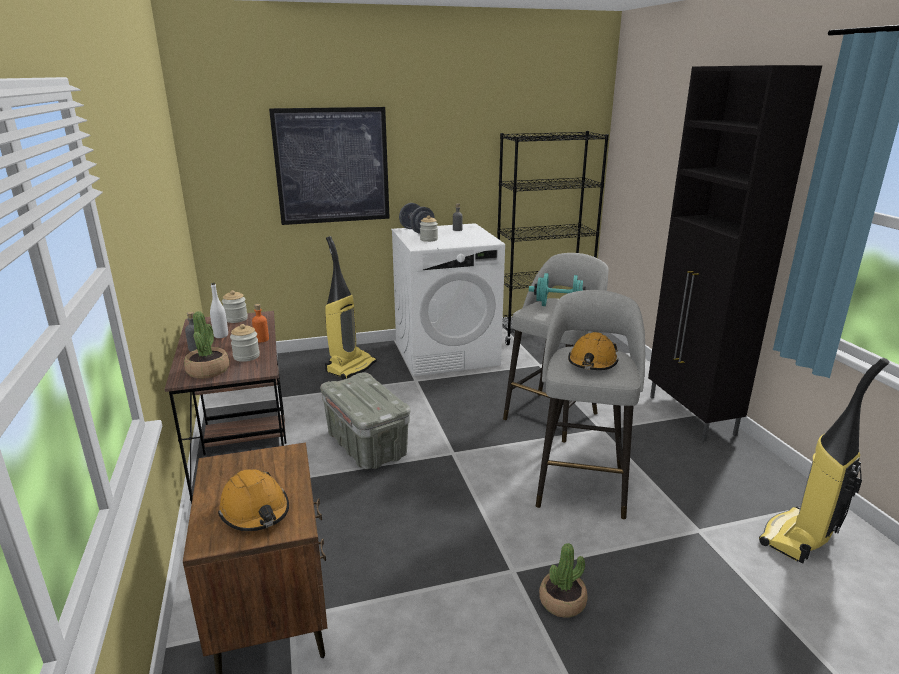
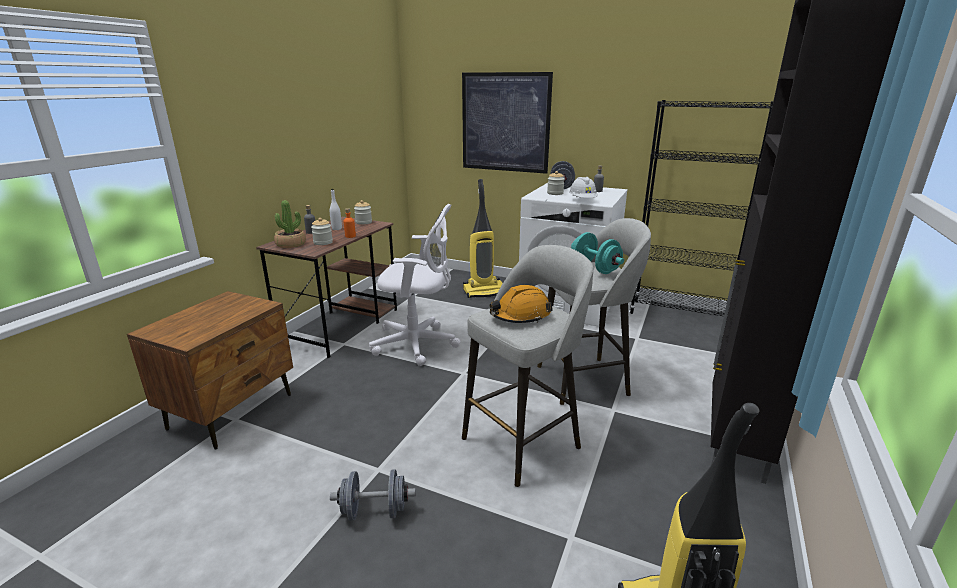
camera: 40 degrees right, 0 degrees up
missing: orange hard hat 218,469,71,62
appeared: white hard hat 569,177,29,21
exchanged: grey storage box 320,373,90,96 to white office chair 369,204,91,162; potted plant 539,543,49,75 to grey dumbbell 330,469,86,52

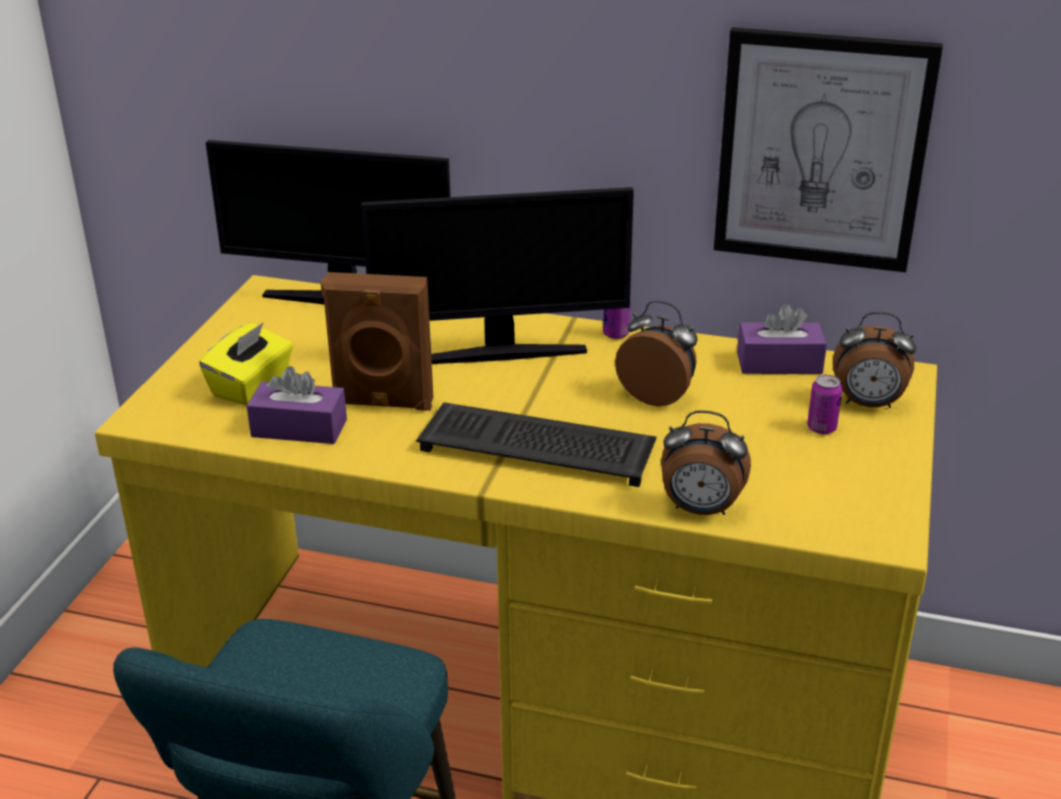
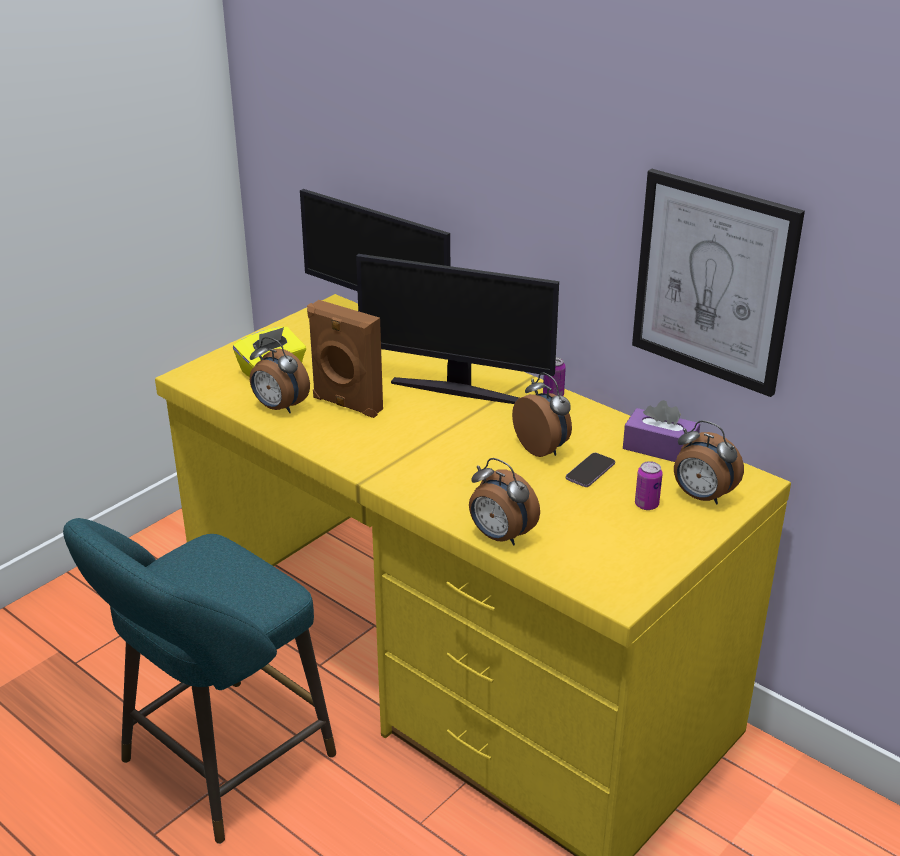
camera: 25 degrees right, 0 degrees up
missing: keyboard 416,402,241,85
appeared: phone 566,453,49,34
exchanged: purple tissue box 246,366,101,78 to alarm clock 250,337,60,76

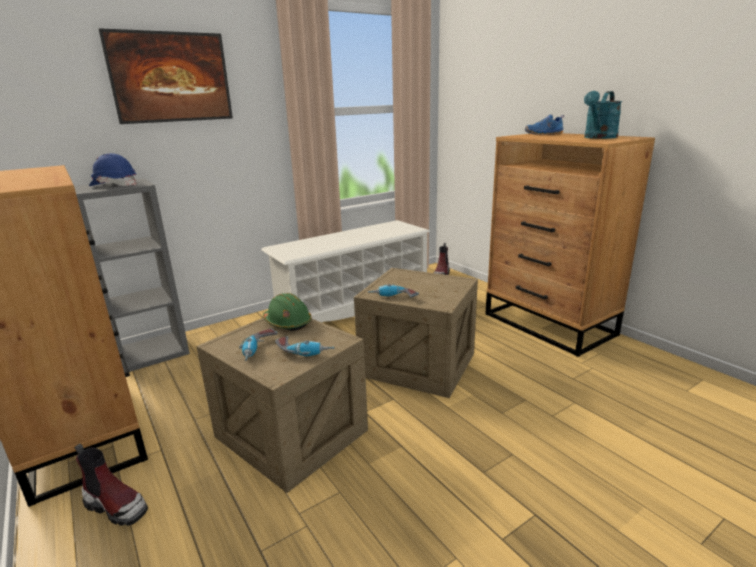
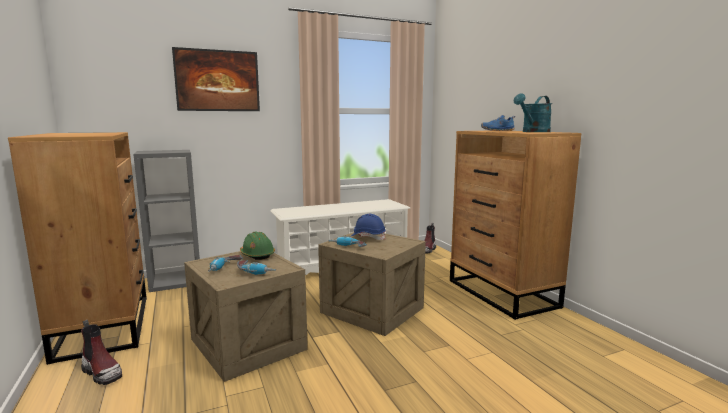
camera: 10 degrees right, 10 degrees down
relocated: blue hard hat 89,153,47,33 to 350,214,36,26

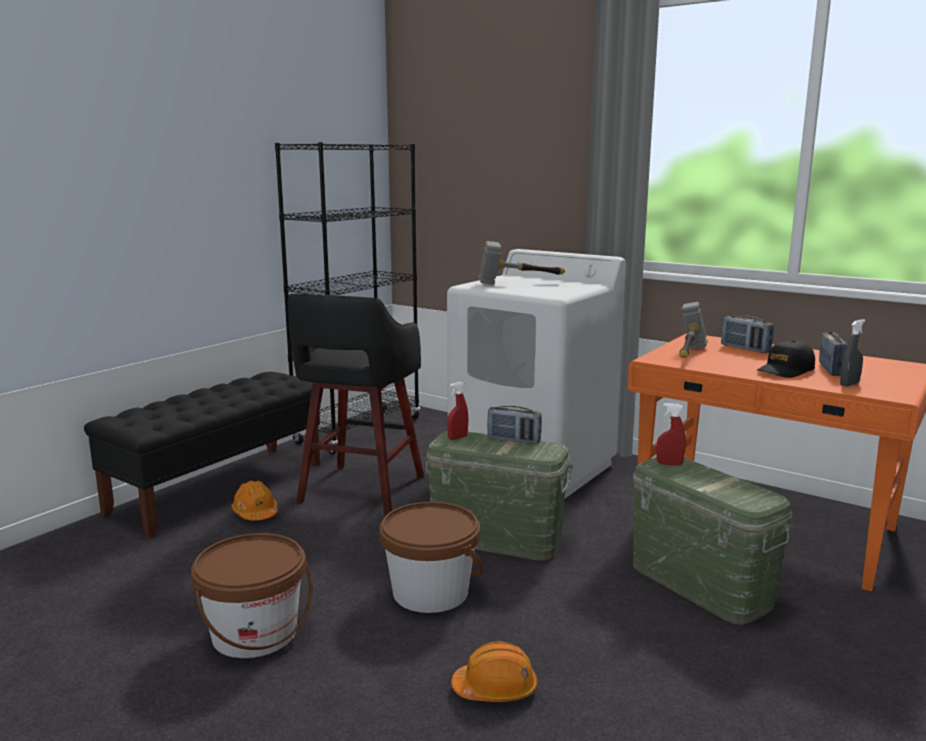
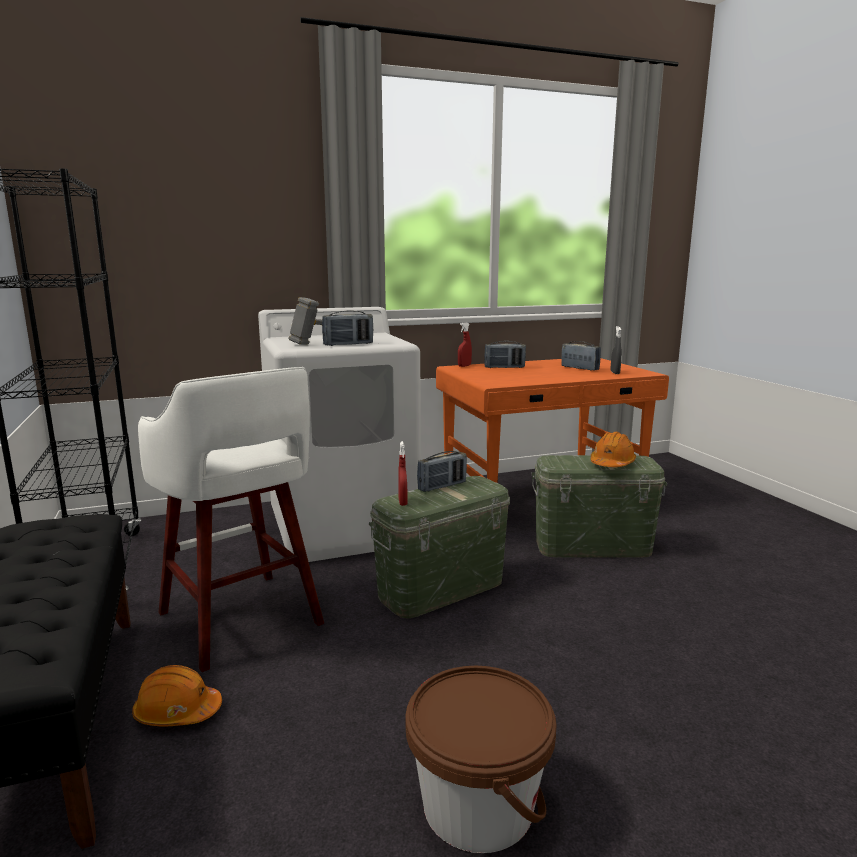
camera: 55 degrees left, 0 degrees up
missing: brown bucket 379,502,105,111; hammer 679,302,29,56; black cap 757,340,58,38
appeared: radio 322,310,51,36
relocated: orange hard hat 451,641,87,61 to 590,432,46,35; red spray bottle 656,403,30,62 to 458,322,14,45
colour: black stool 288,294,136,221 to white stool 138,367,186,305

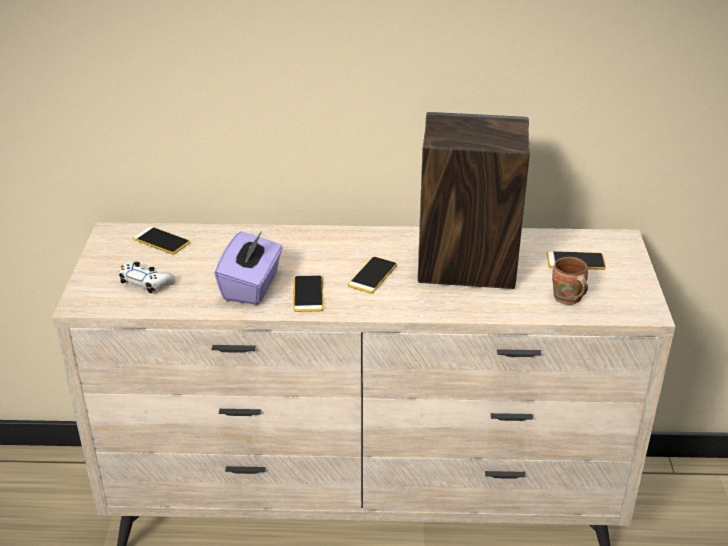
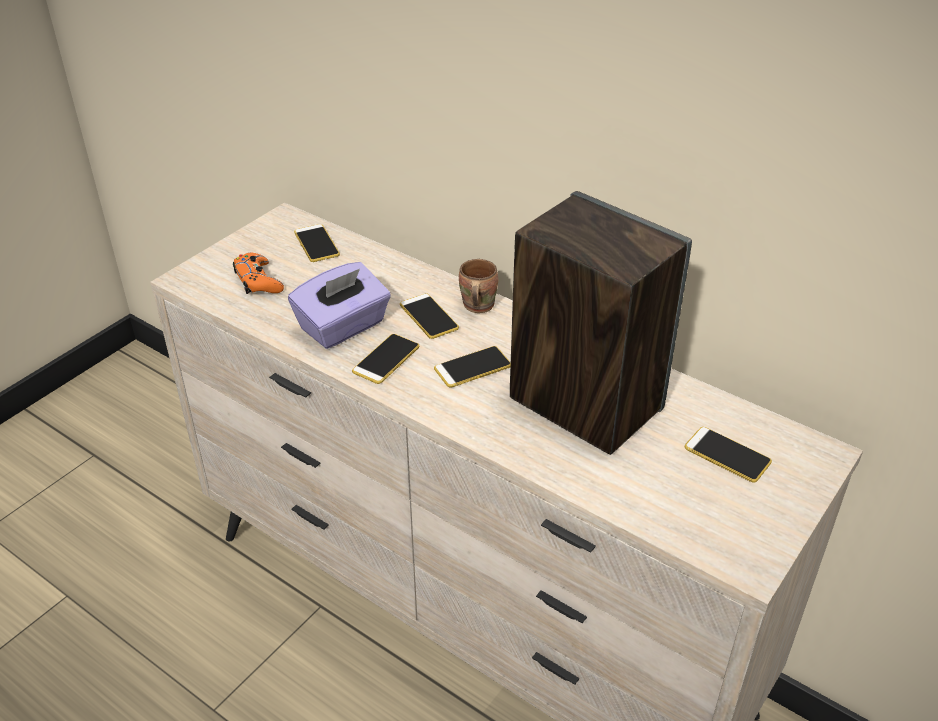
camera: 35 degrees right, 5 degrees up
appeared: phone 400,293,59,46
relocated: brown mug 552,257,36,48 to 459,259,39,54
colour: white game controller 119,261,57,32 to orange game controller 233,253,51,41

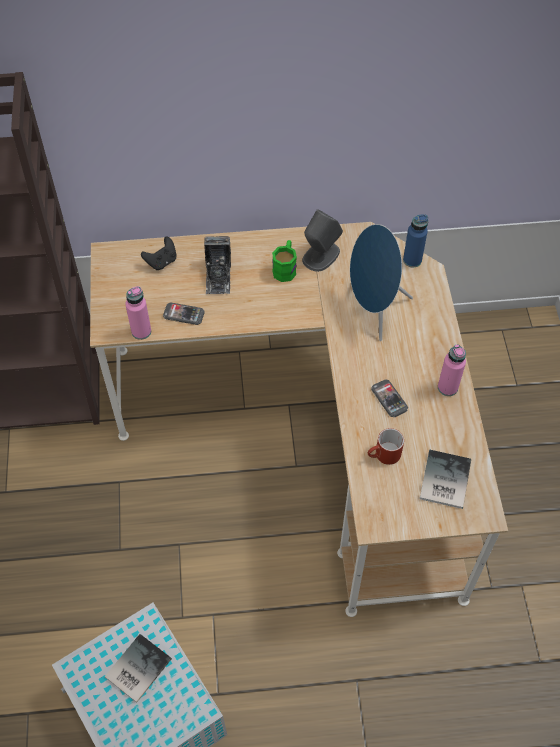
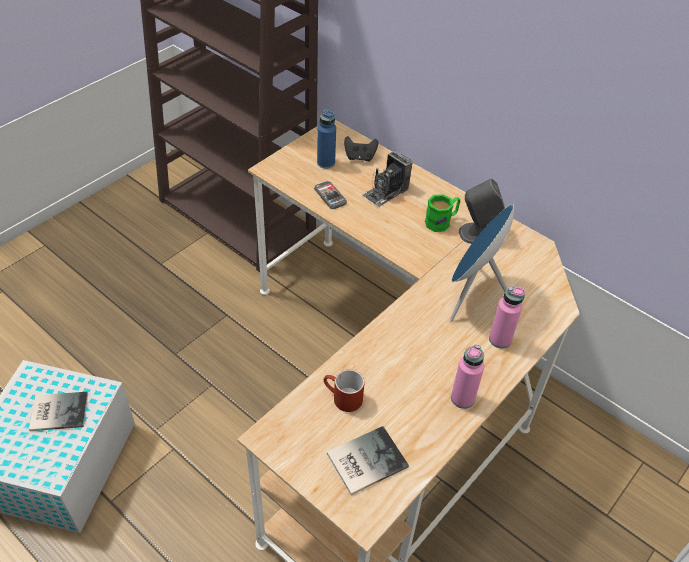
camera: 45 degrees right, 10 degrees down
missing: phone 371,379,37,38
relocated: pink bottle 125,286,26,54 to 489,286,36,63; blue bottle 403,214,25,53 to 317,110,19,59

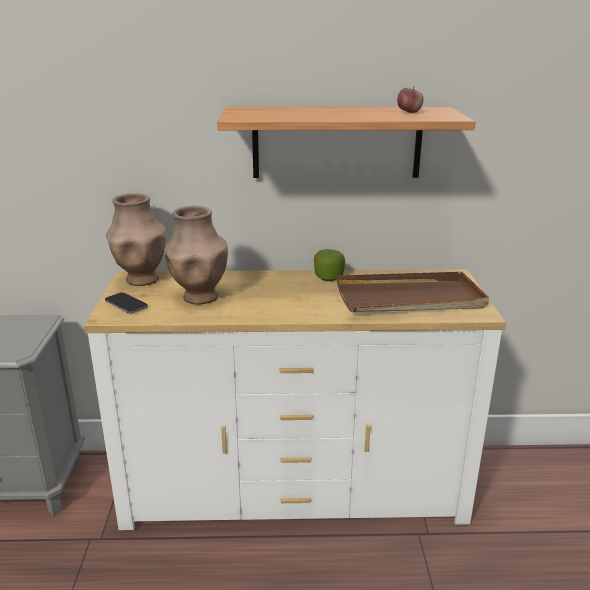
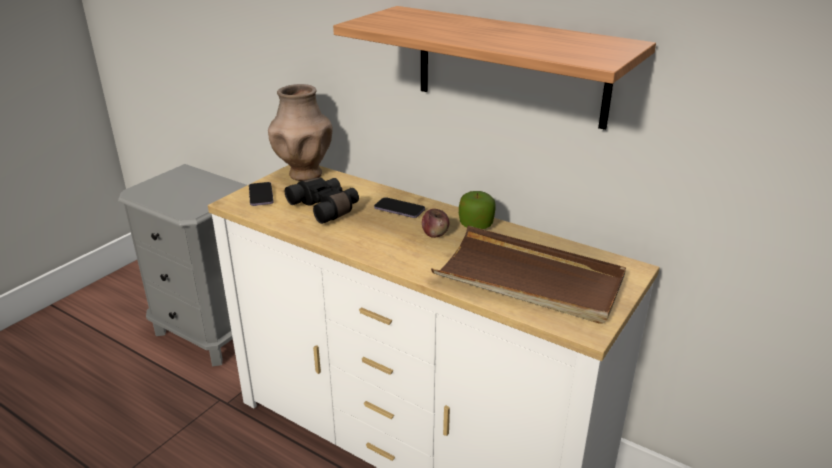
camera: 35 degrees right, 5 degrees up
appeared: phone 374,197,51,21
relocated: apple 397,86,27,27 to 422,209,27,29
exchanged: brown vase 164,206,64,99 to black binoculars 285,177,74,47

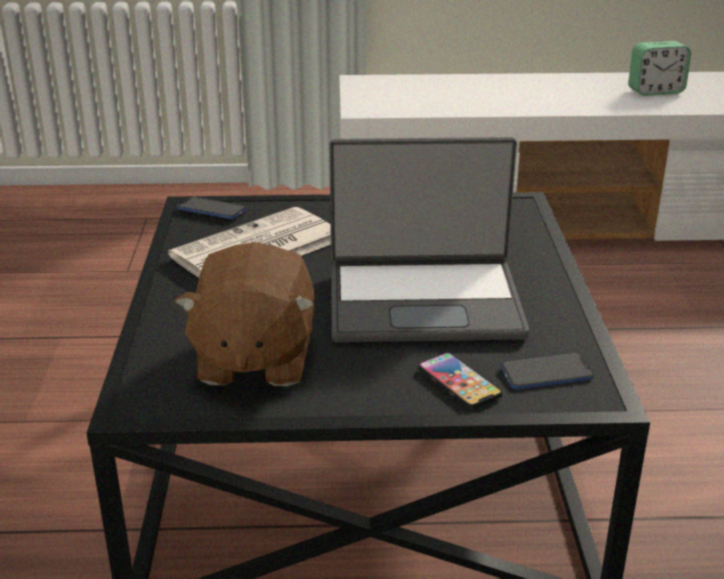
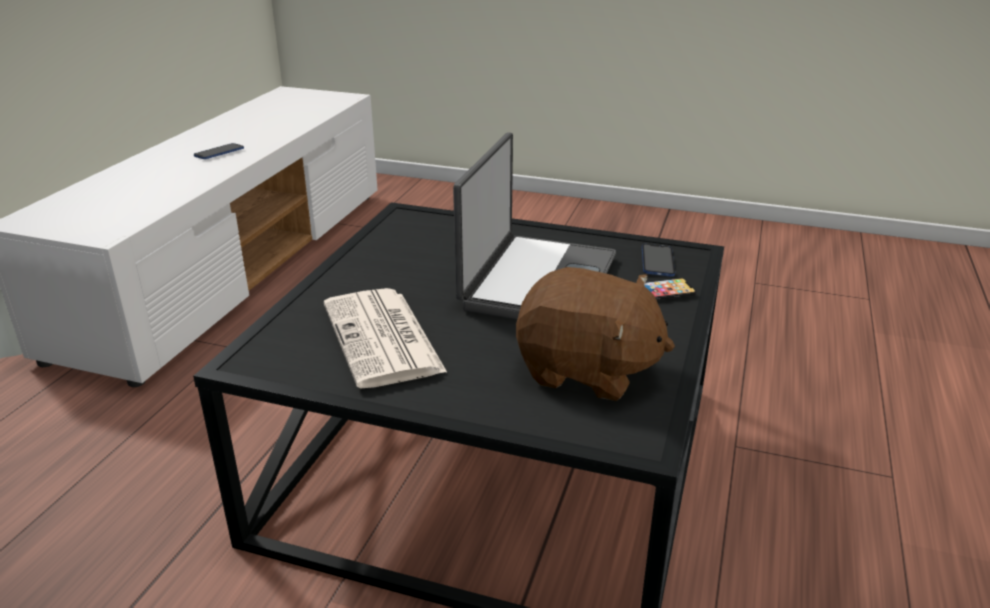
camera: 70 degrees left, 0 degrees up
missing: alarm clock 628,41,63,55
relocated: phone 177,197,70,22 to 194,143,50,16

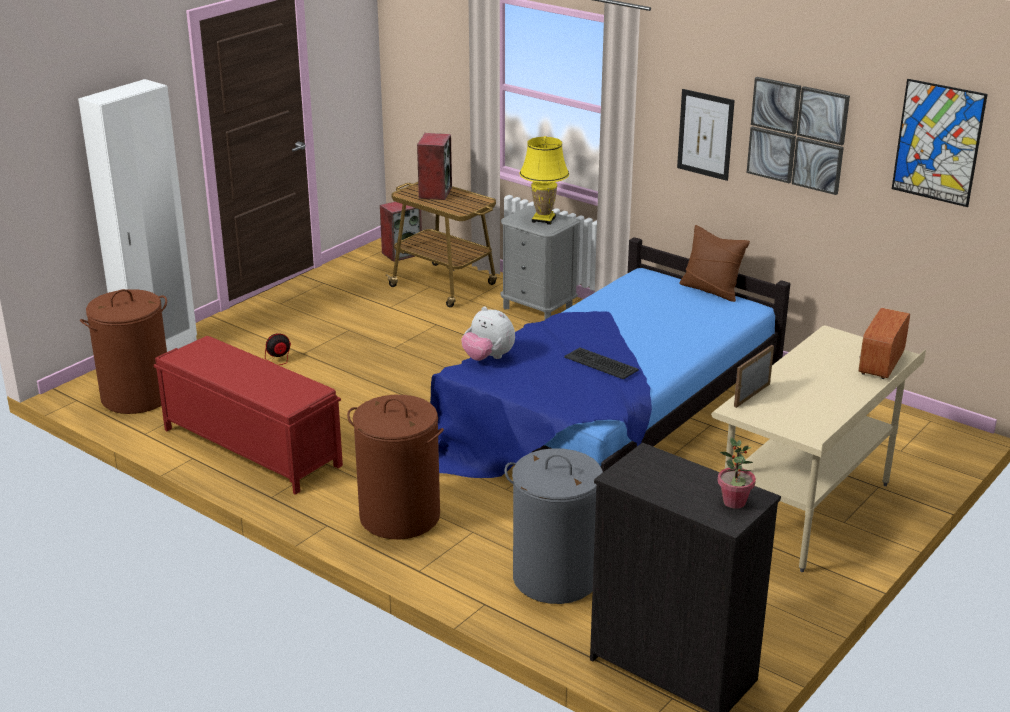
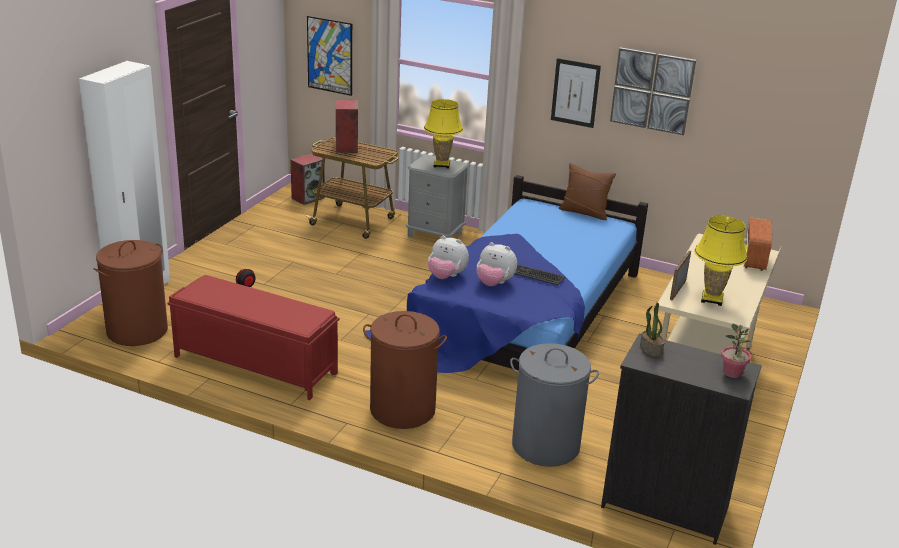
camera: 15 degrees left, 0 degrees up
appeared: plush toy 476,242,41,44; potted plant 640,303,25,54; yellow table lamp 694,216,53,90
relocated: picture 892,79,96,128 to 307,16,45,80

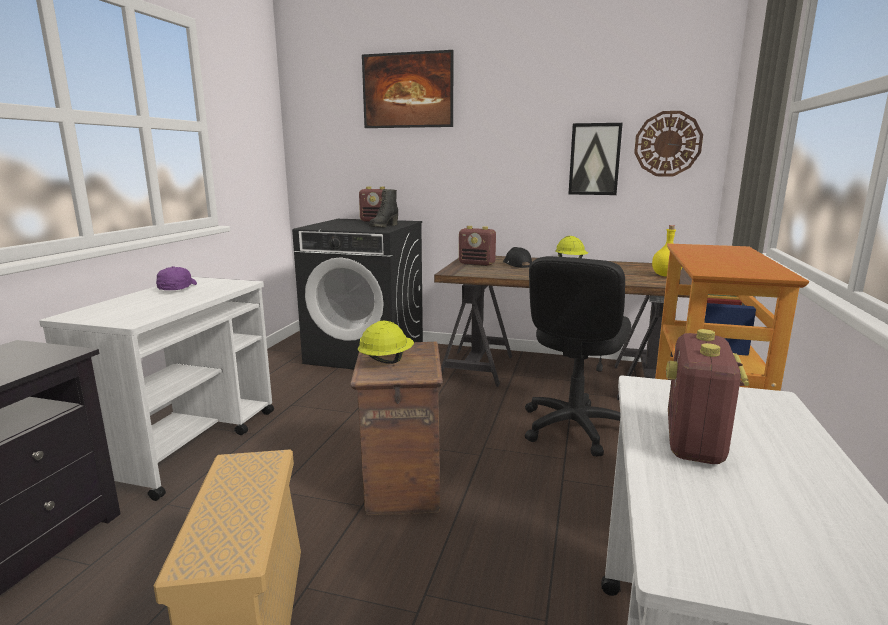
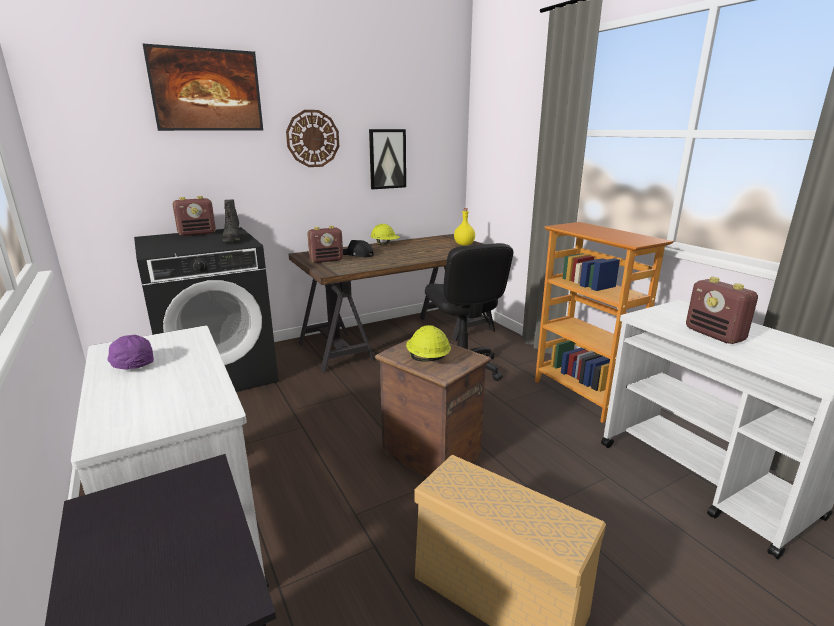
camera: 45 degrees left, 5 degrees up
relocated: wall clock 634,111,69,65 to 286,110,53,57

